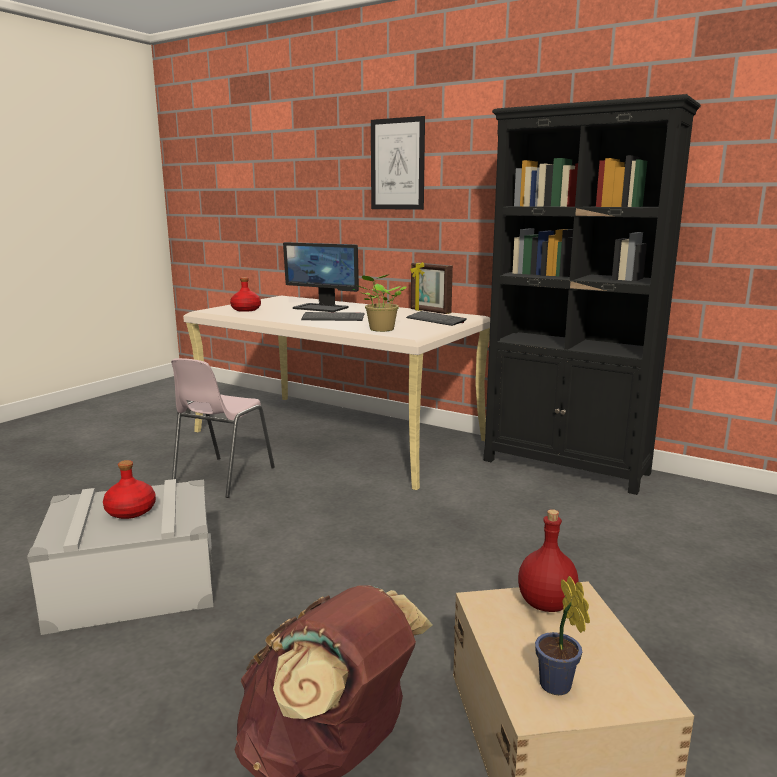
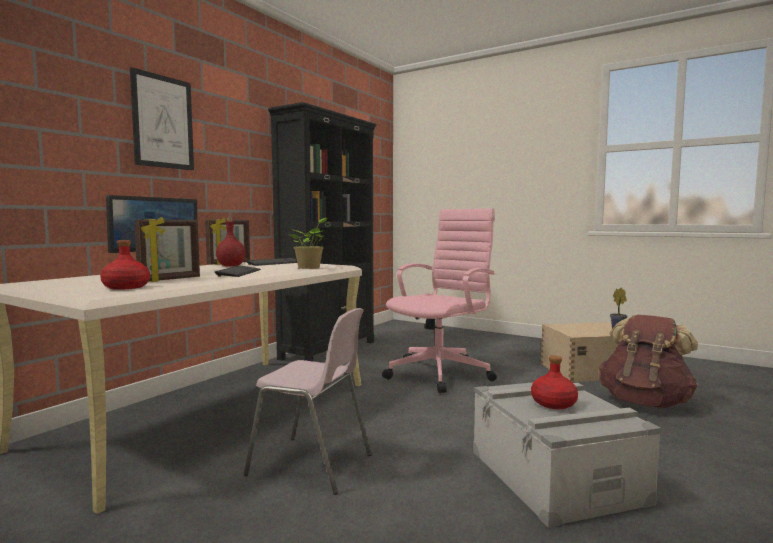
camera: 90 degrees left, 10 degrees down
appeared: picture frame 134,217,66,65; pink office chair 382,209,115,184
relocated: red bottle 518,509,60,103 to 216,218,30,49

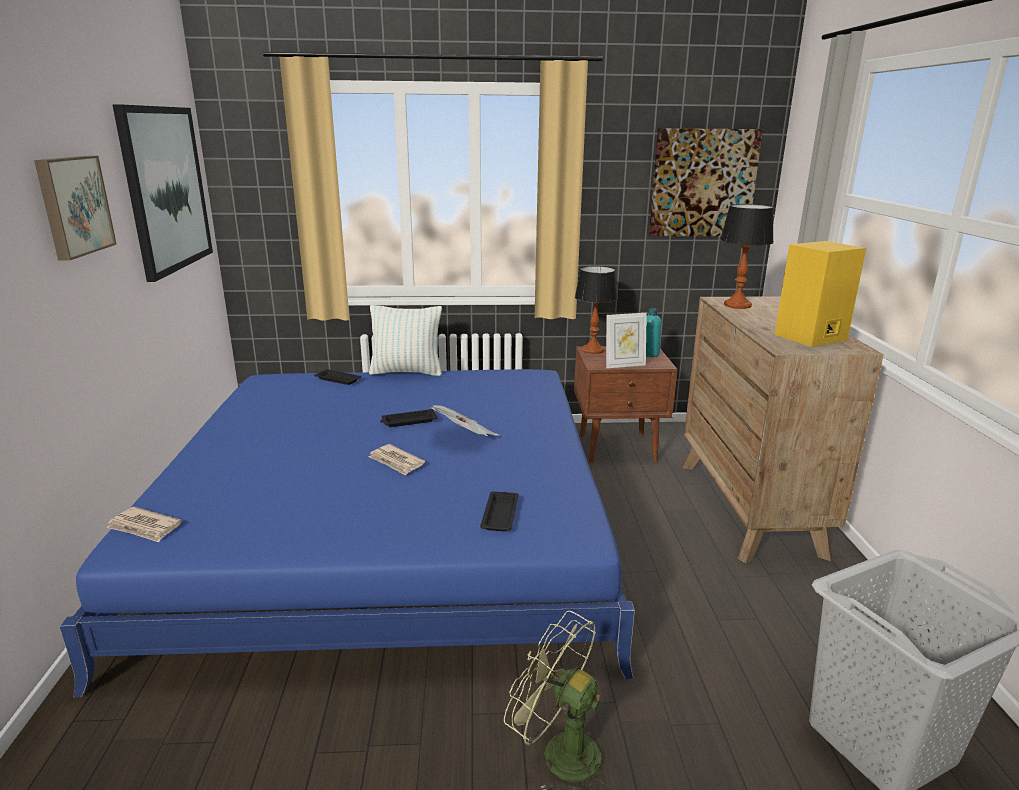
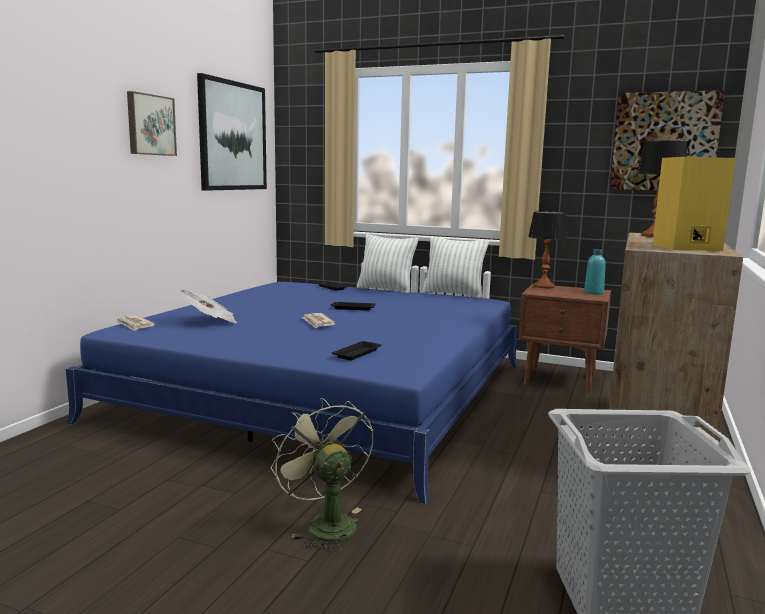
camera: 25 degrees right, 10 degrees down
missing: picture frame 606,313,41,55
appeared: pillow 422,237,67,62
relocated: newspaper 431,405,68,31 to 180,289,57,34

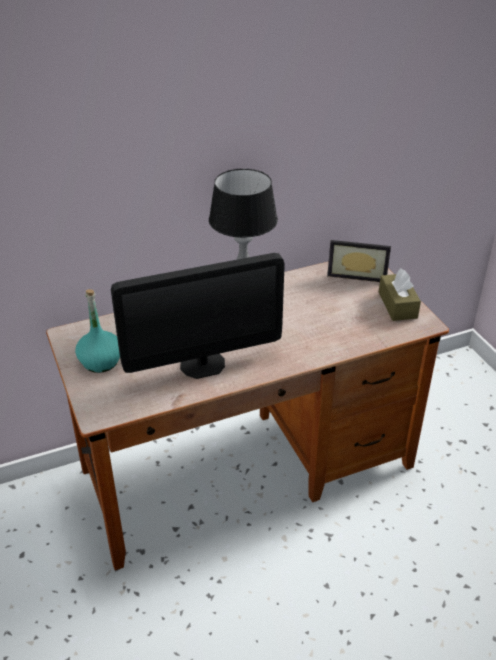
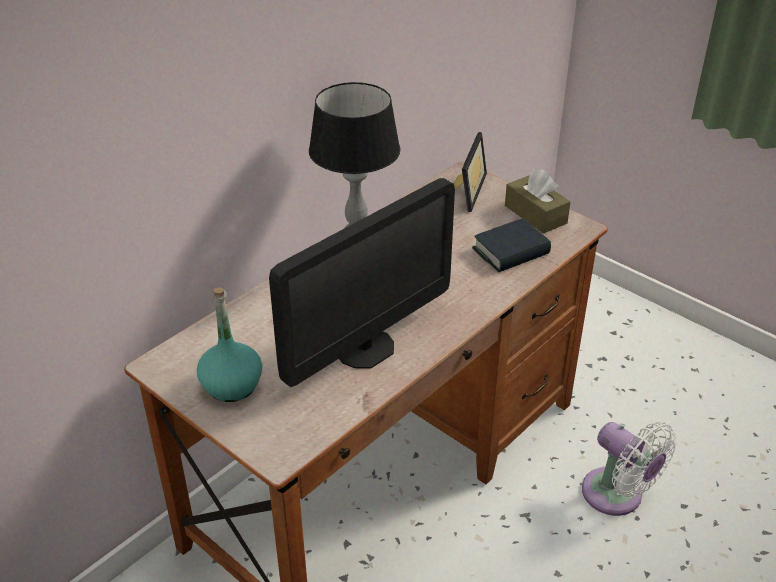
camera: 25 degrees left, 0 degrees up
appeared: book 472,218,79,54; white fan 582,422,95,94
spun: picture frame 327,240,64,42 = 454,132,33,80 60 degrees counterclockwise

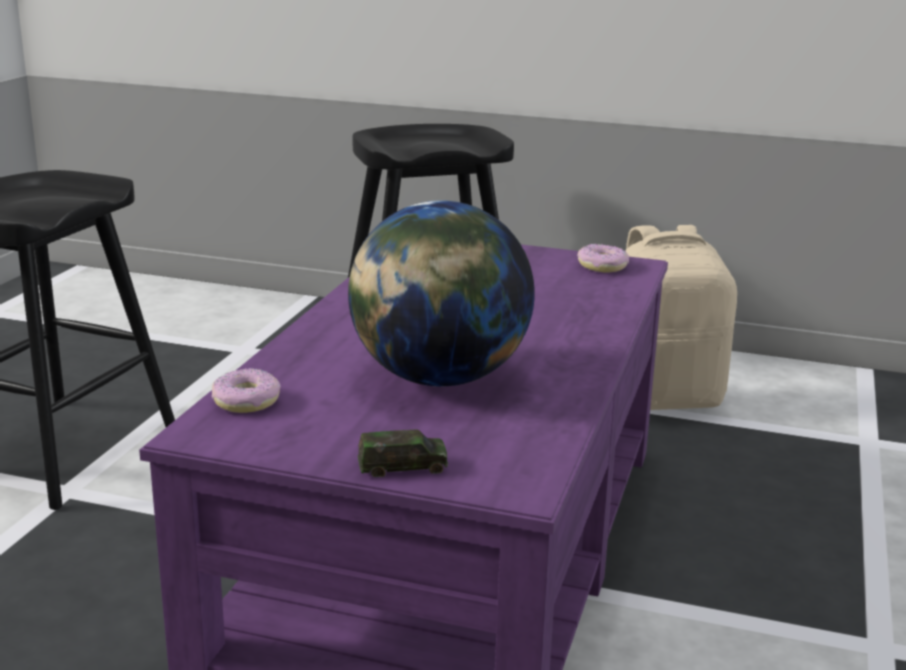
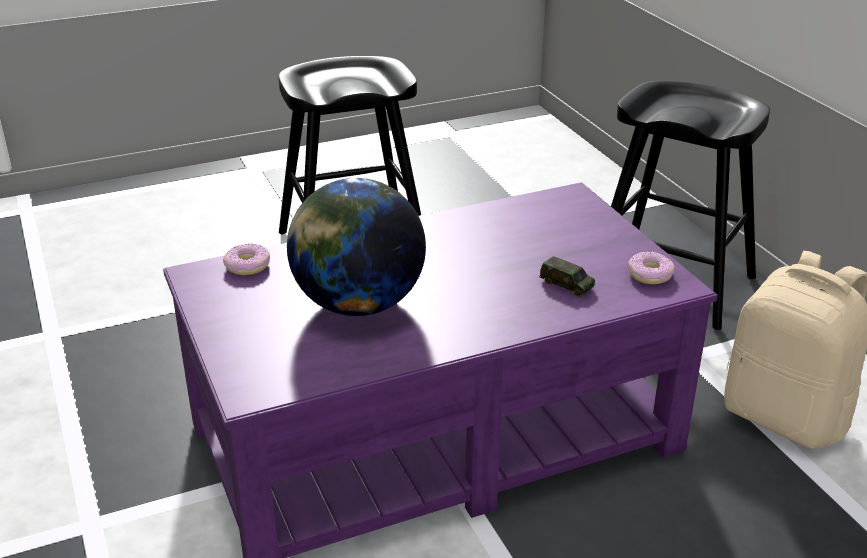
camera: 50 degrees right, 10 degrees up
relocated: toy car 358,429,90,48 to 539,256,56,41

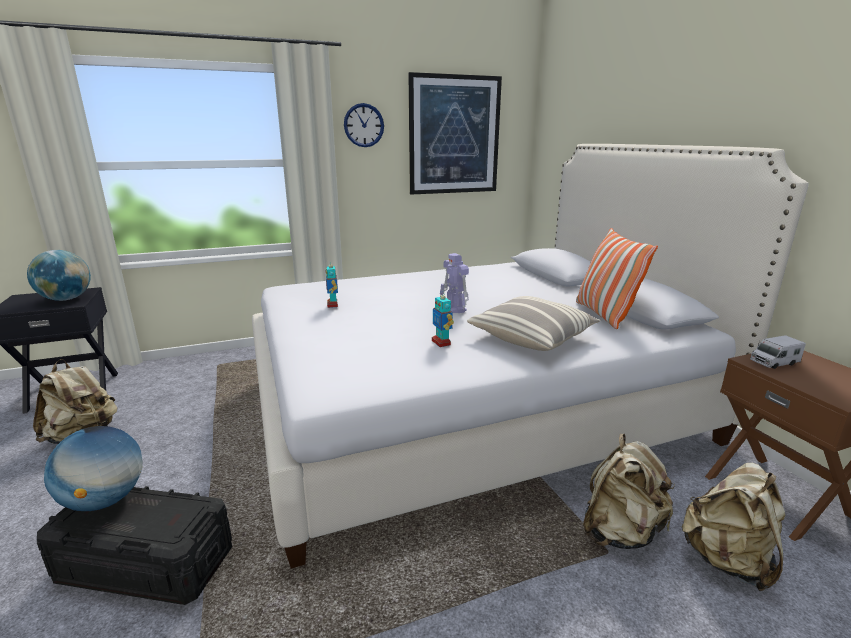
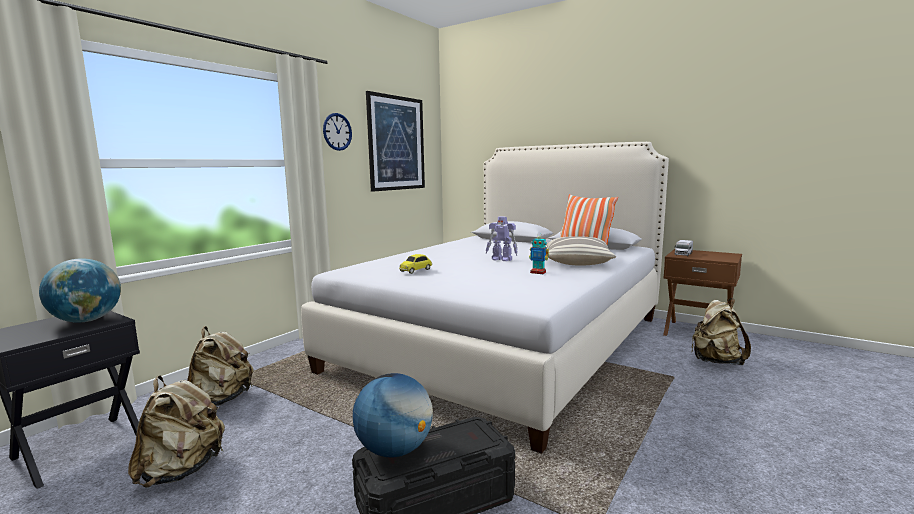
camera: 35 degrees left, 10 degrees down
relocated: beige backpack 583,434,92,115 to 187,326,66,80
exchanged: toy robot 326,260,12,48 to toy car 399,254,33,20

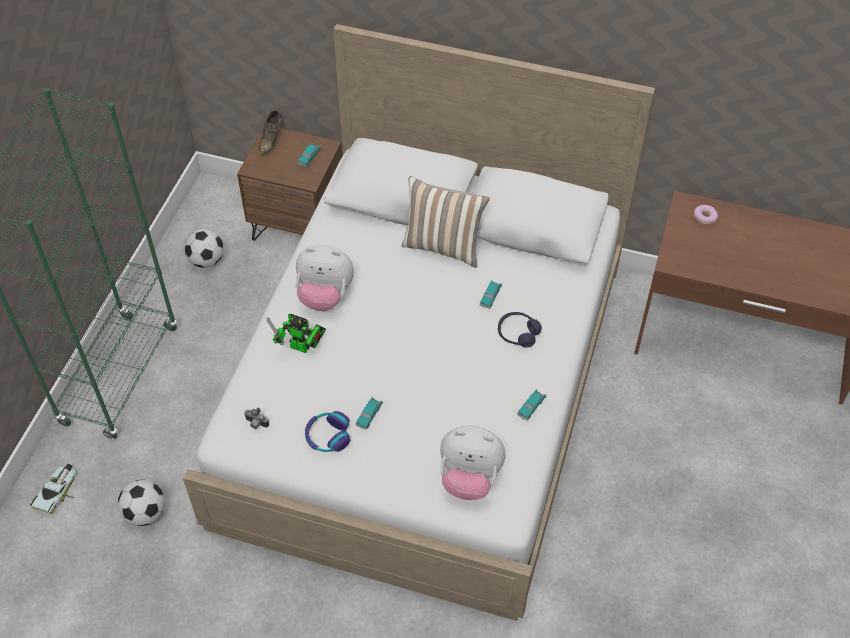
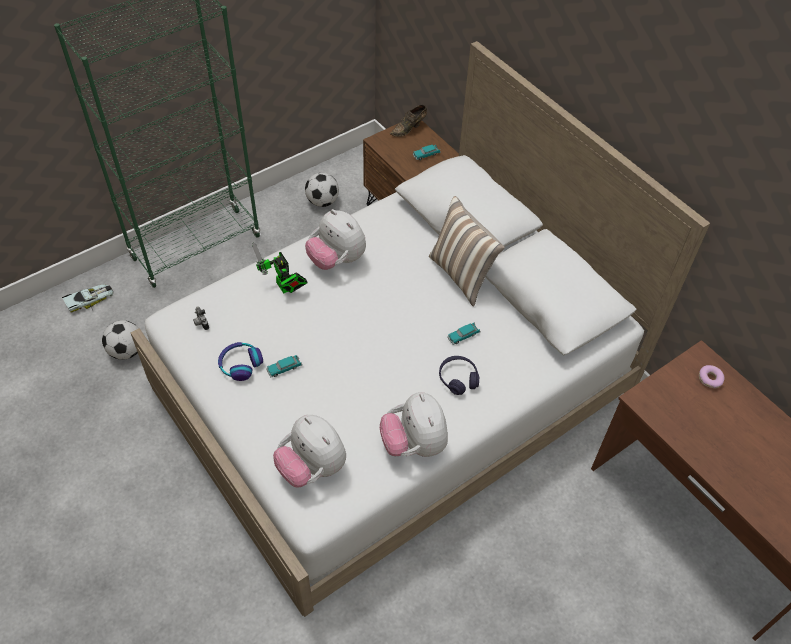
camera: 35 degrees right, 0 degrees up
exchanged: toy car 517,389,29,32 to plush toy 380,392,68,65

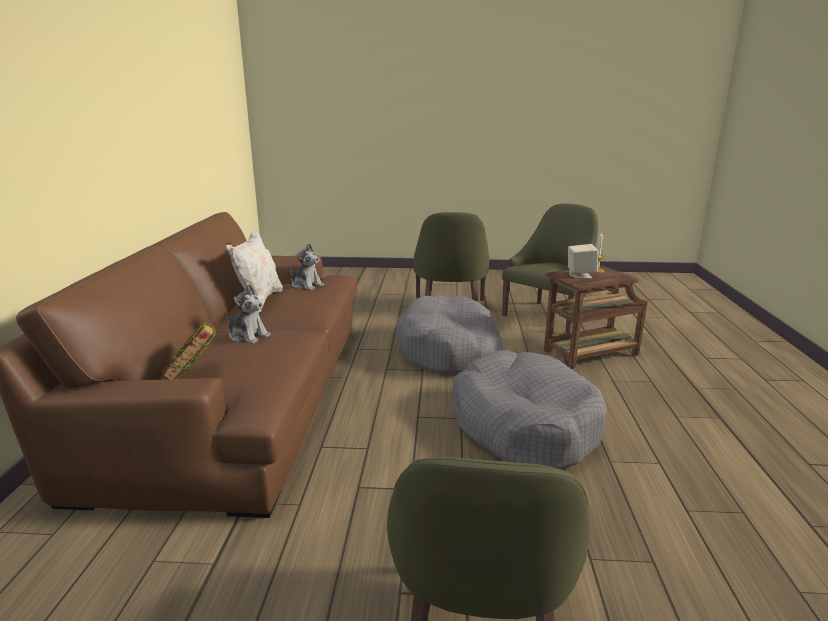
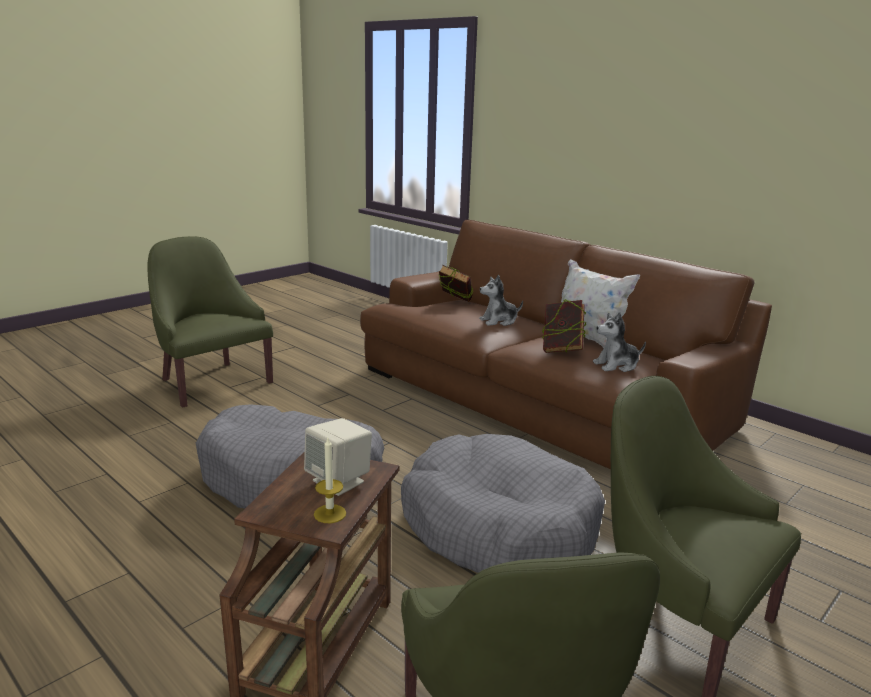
camera: 130 degrees right, 0 degrees up
appeared: book 542,300,44,53

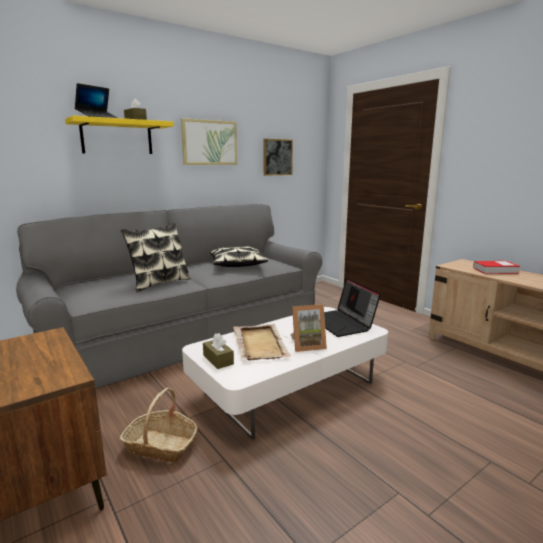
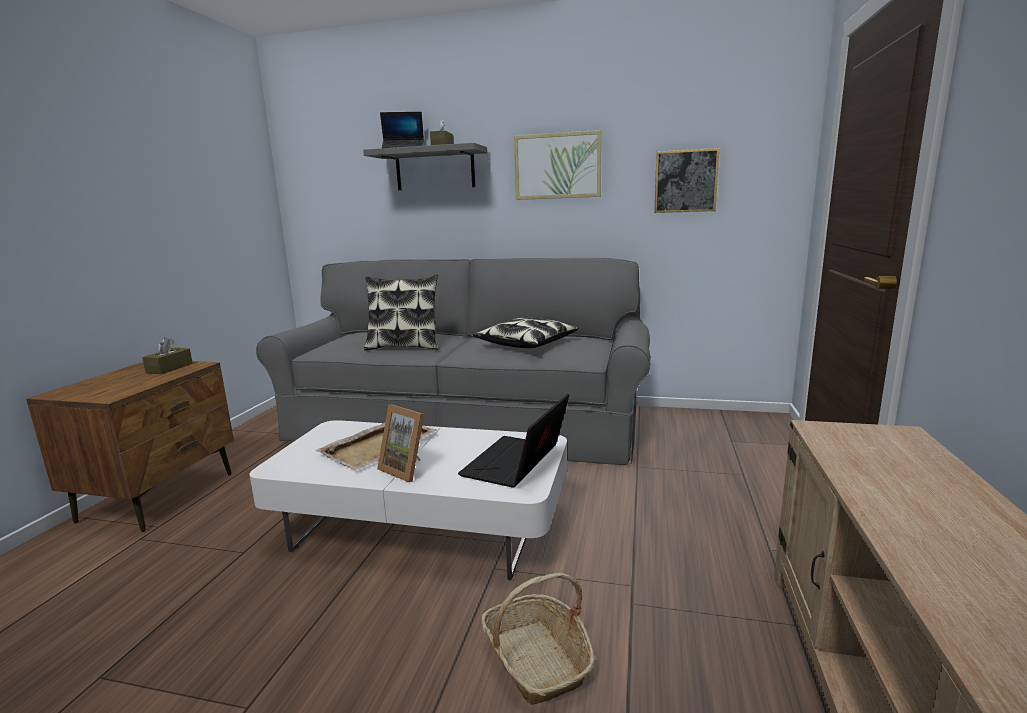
camera: 50 degrees right, 0 degrees up
missing: book 473,261,47,13
relocated: basket 120,388,77,74 to 481,573,114,132; brown tissue box 203,333,31,36 to 142,337,51,37
colour: yellow shelf 65,115,109,39 to grey shelf 363,143,124,47

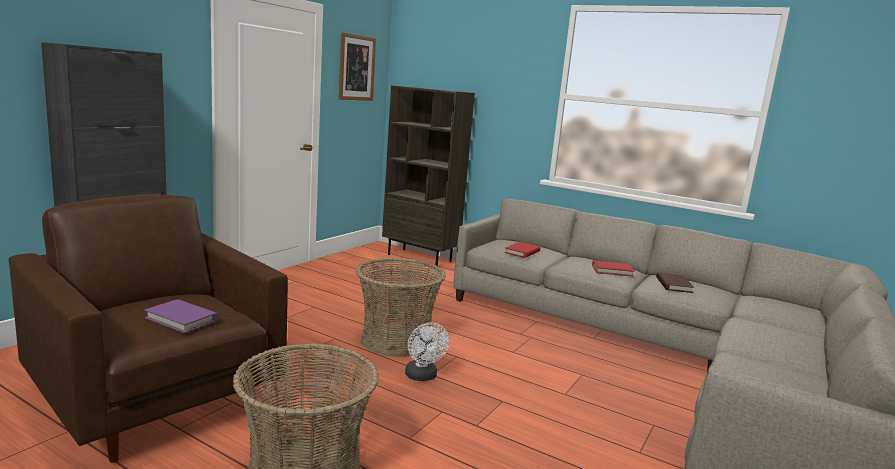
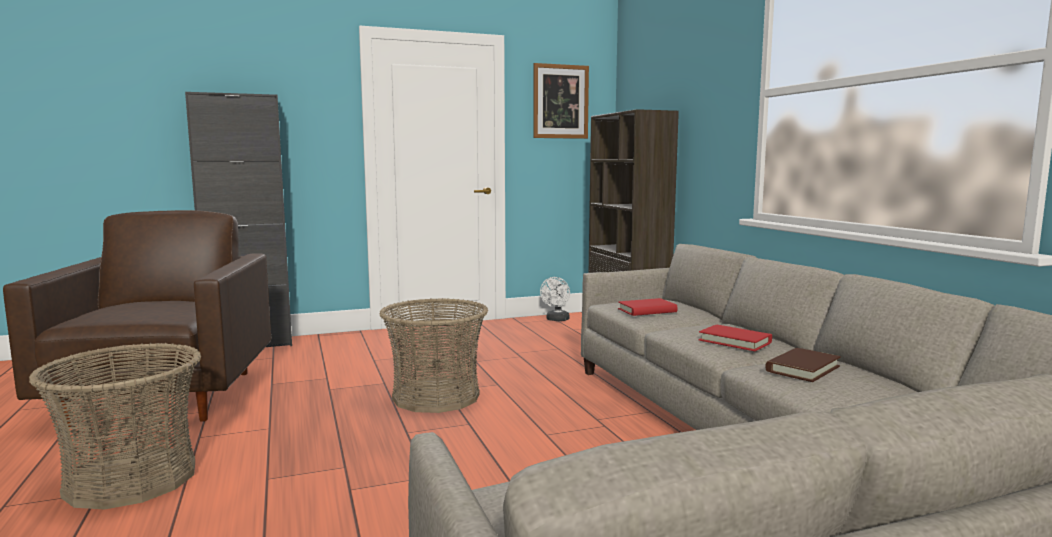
camera: 40 degrees right, 5 degrees down
missing: purple book 145,299,73,34
relocated: white fan 405,323,45,58 to 540,277,30,44

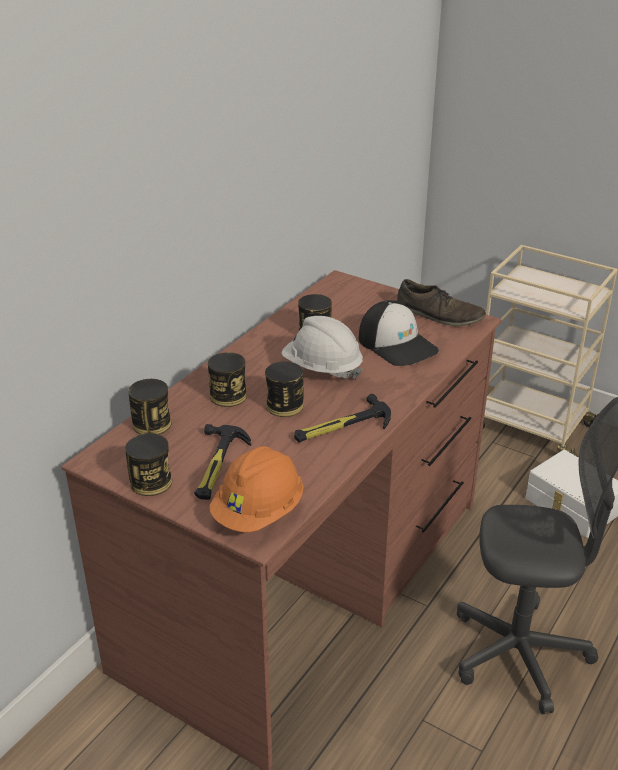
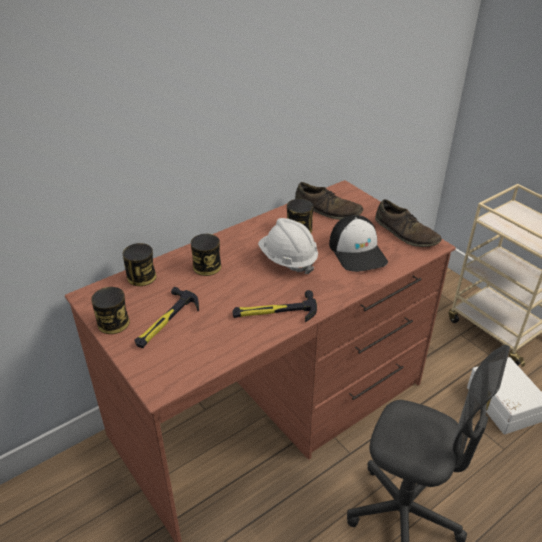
camera: 20 degrees right, 5 degrees up
missing: orange hard hat 209,446,94,86; can 265,362,39,55
appeared: brown shoe 295,182,68,38

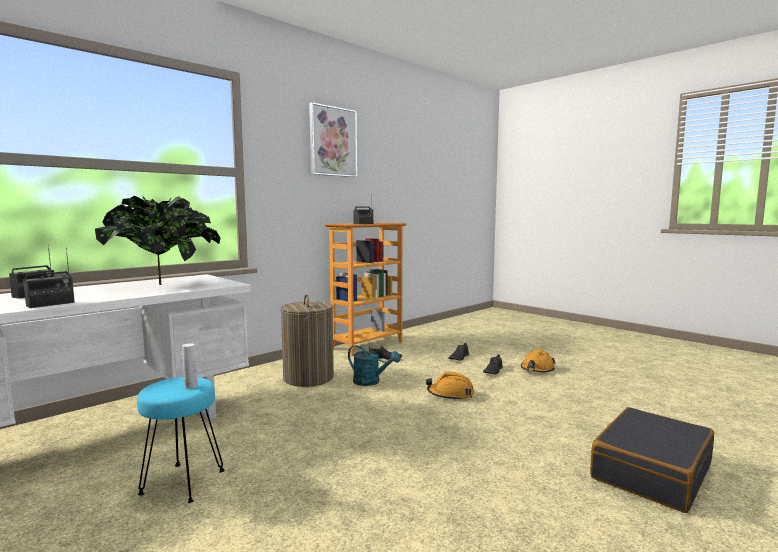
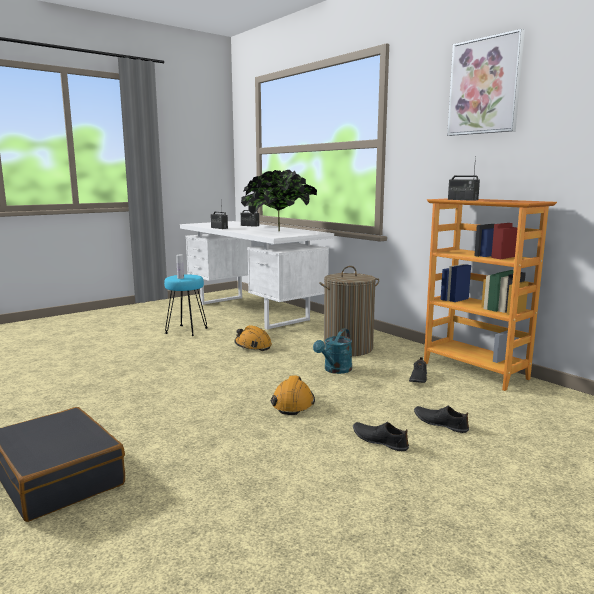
camera: 95 degrees right, 5 degrees up
relocated: orange hard hat 521,349,35,23 to 235,325,37,26

